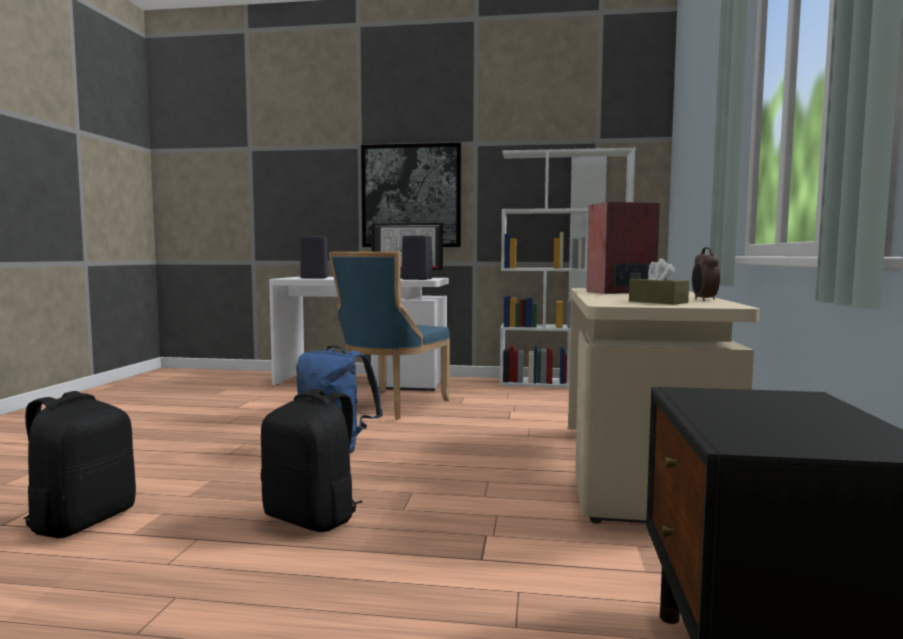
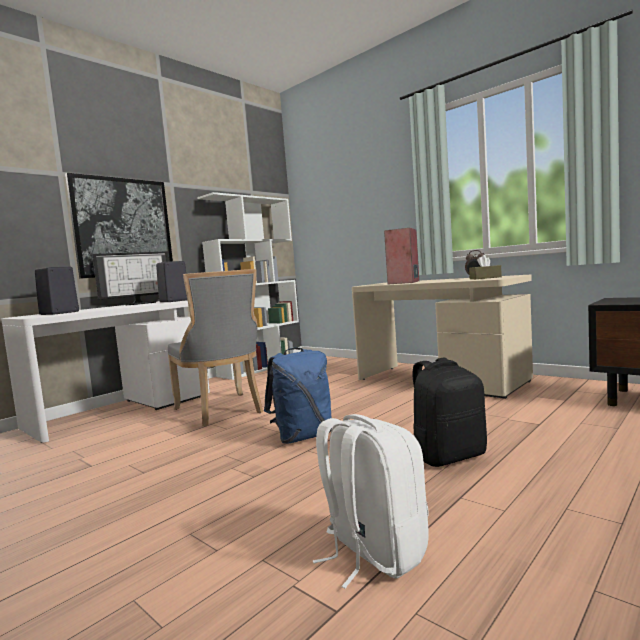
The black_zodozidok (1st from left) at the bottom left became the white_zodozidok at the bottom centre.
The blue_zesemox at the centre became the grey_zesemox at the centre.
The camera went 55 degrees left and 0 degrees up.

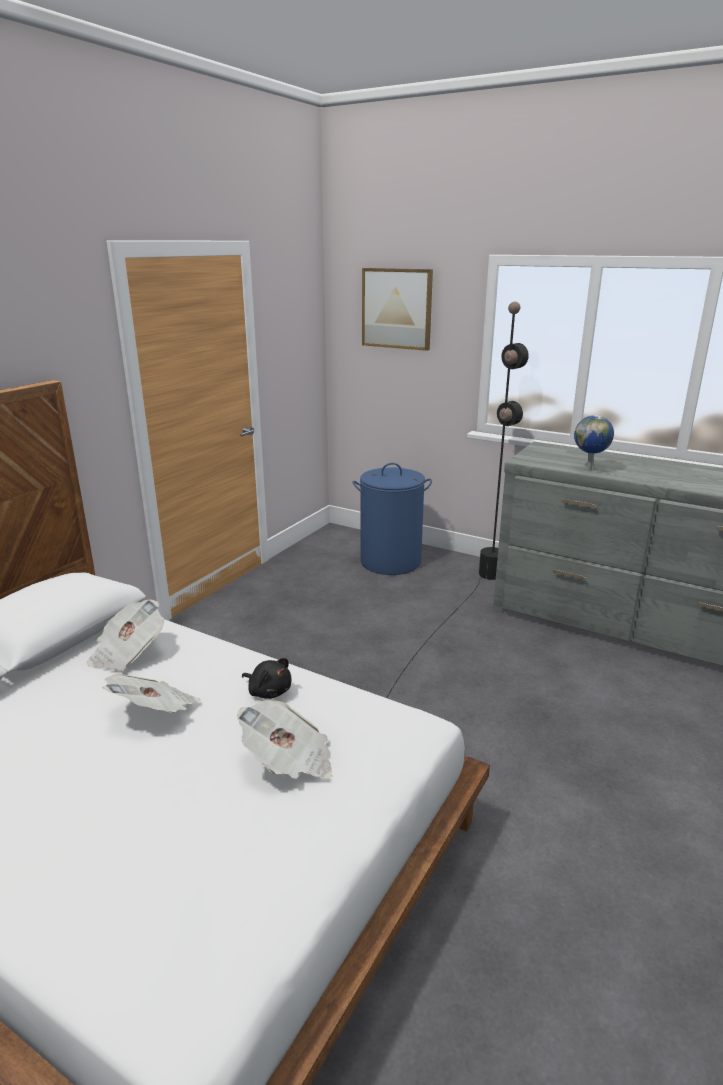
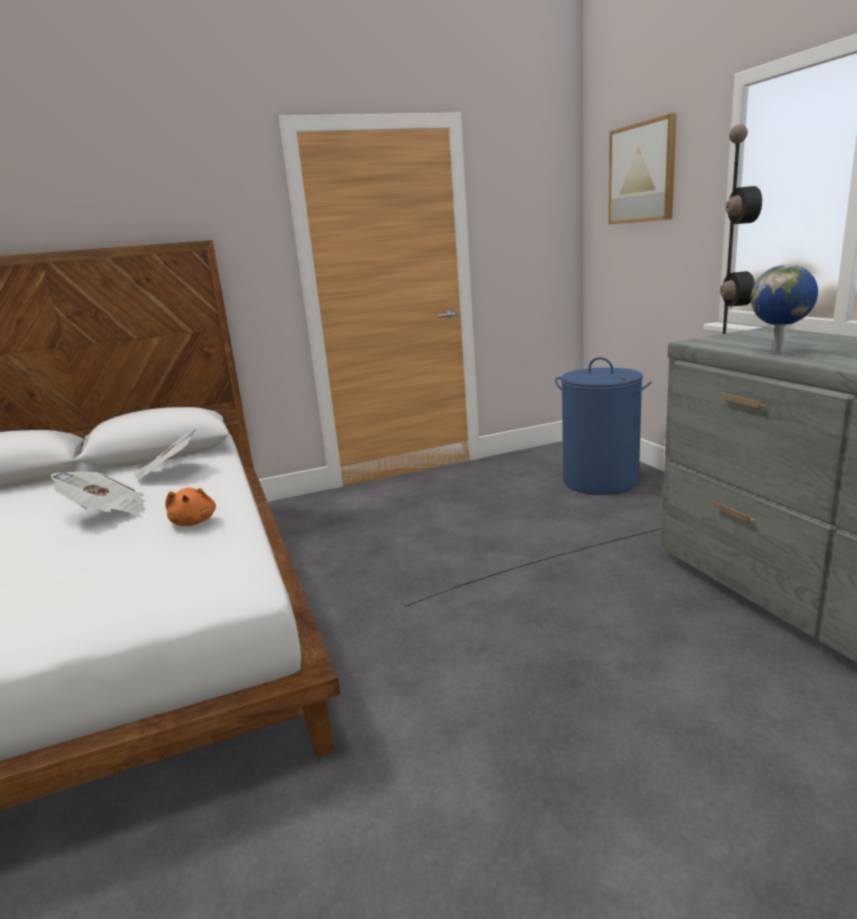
The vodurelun (3rd from left) at the bottom centre disappeared.
The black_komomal at the centre became the orange_komomal at the middle left.
The camera went 40 degrees right and 5 degrees down.

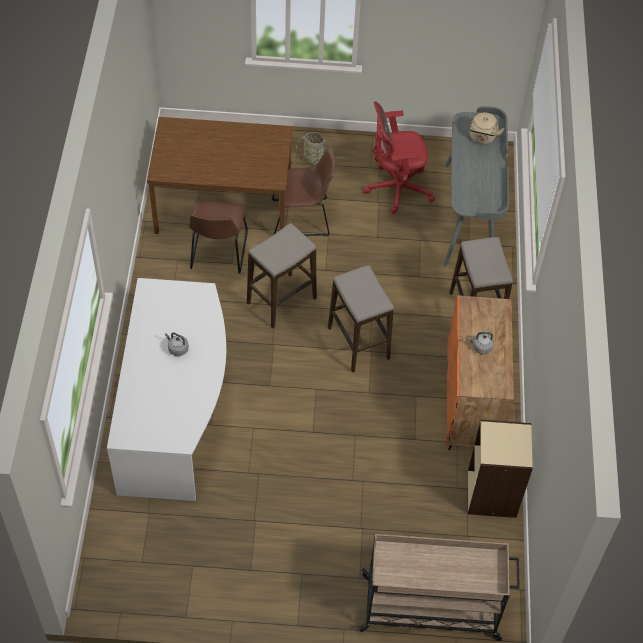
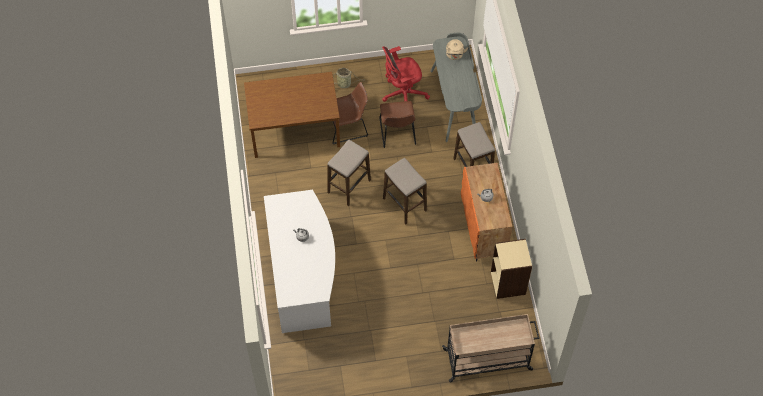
The brown_zesemox (1st from left in the first image) moved from the centre to the top centre.
The camera went 10 degrees left and 5 degrees up.

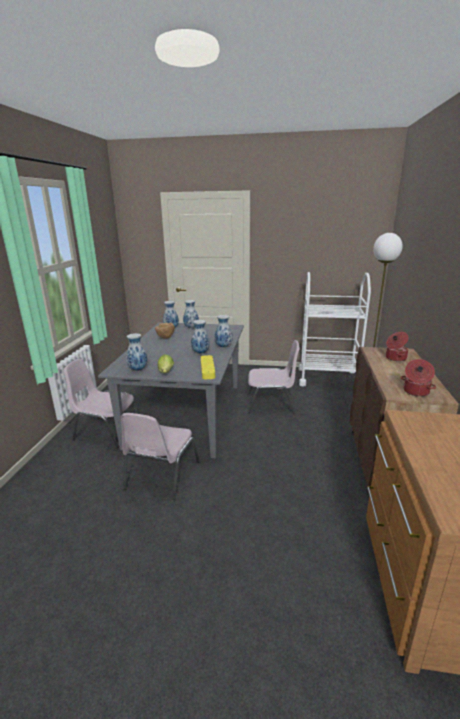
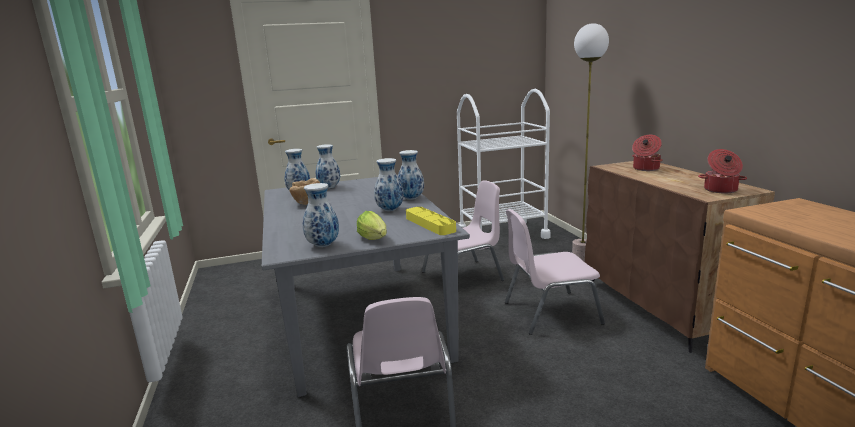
The pink_zesemox (1st from left in the first image) moved from the middle left to the centre.
The camera went 25 degrees left and 5 degrees down.

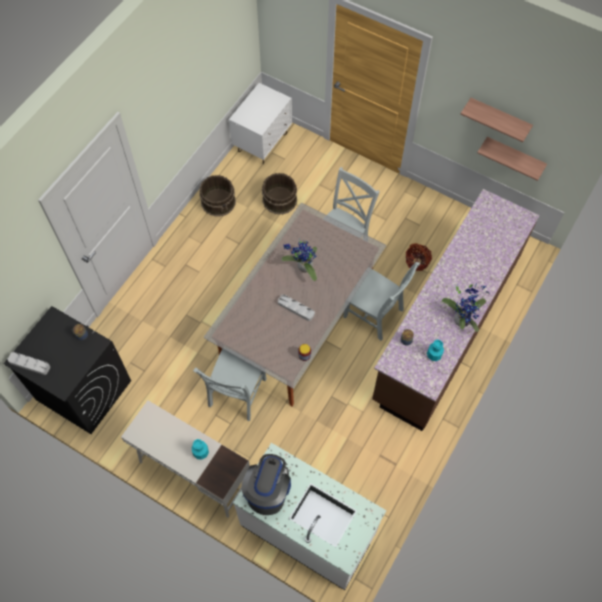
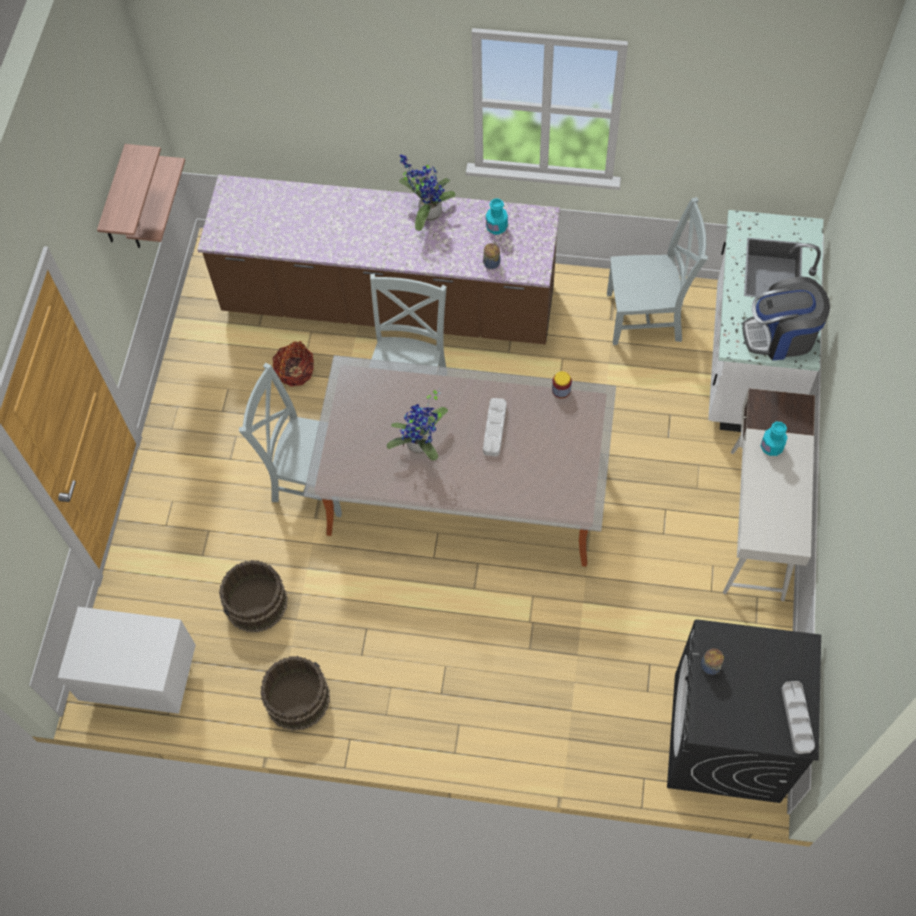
The grey_zesemox (1st from left in the first image) moved from the centre to the top right.
The camera went 110 degrees left and 0 degrees up.

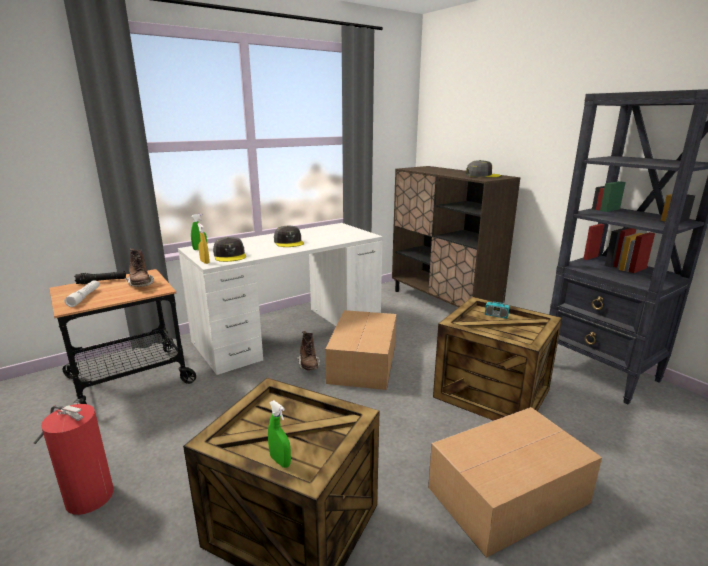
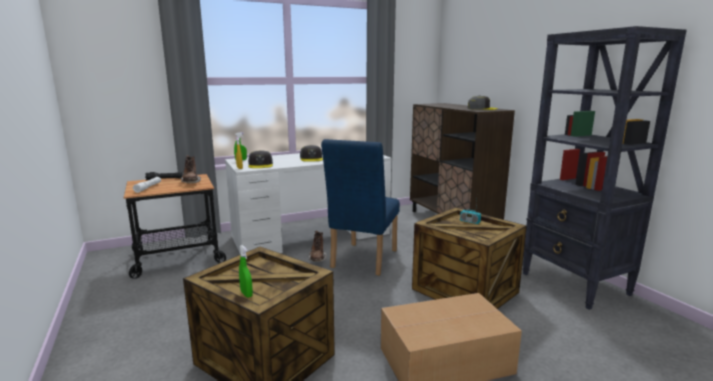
The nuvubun at the bottom left disappeared.
The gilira (1st from left) at the centre was replaced by the blue_zesemox at the centre.
The camera went 10 degrees right and 5 degrees down.

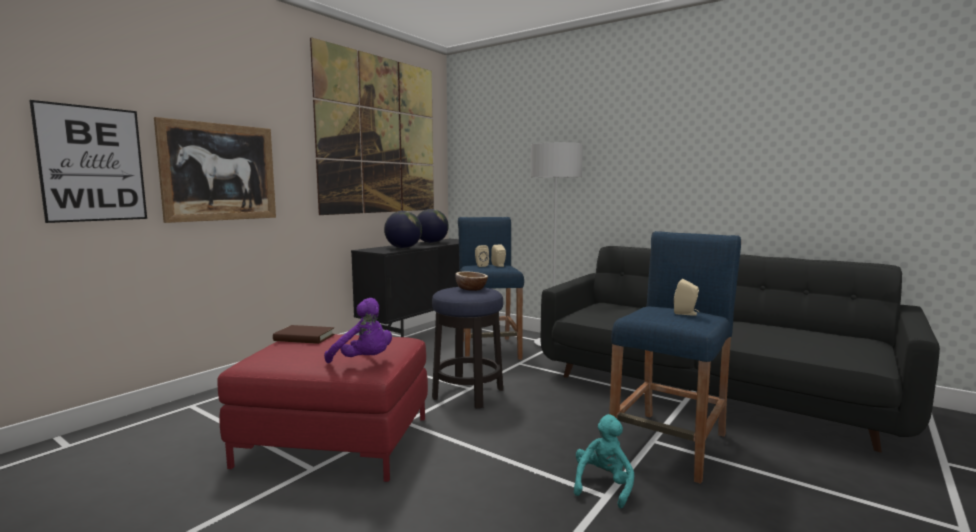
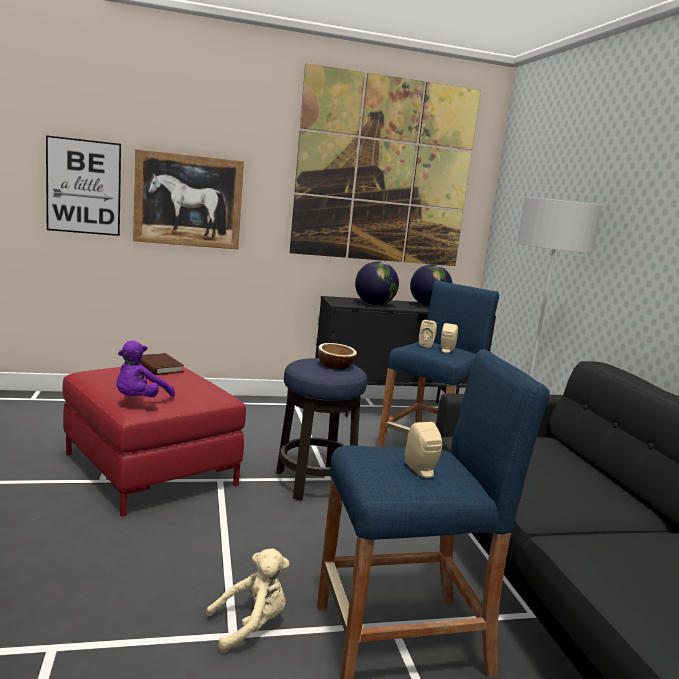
The turquoise_komomal at the bottom centre became the beige_komomal at the bottom centre.
The purple_komomal at the centre turned 45 degrees clockwise.
The camera went 40 degrees right and 5 degrees up.

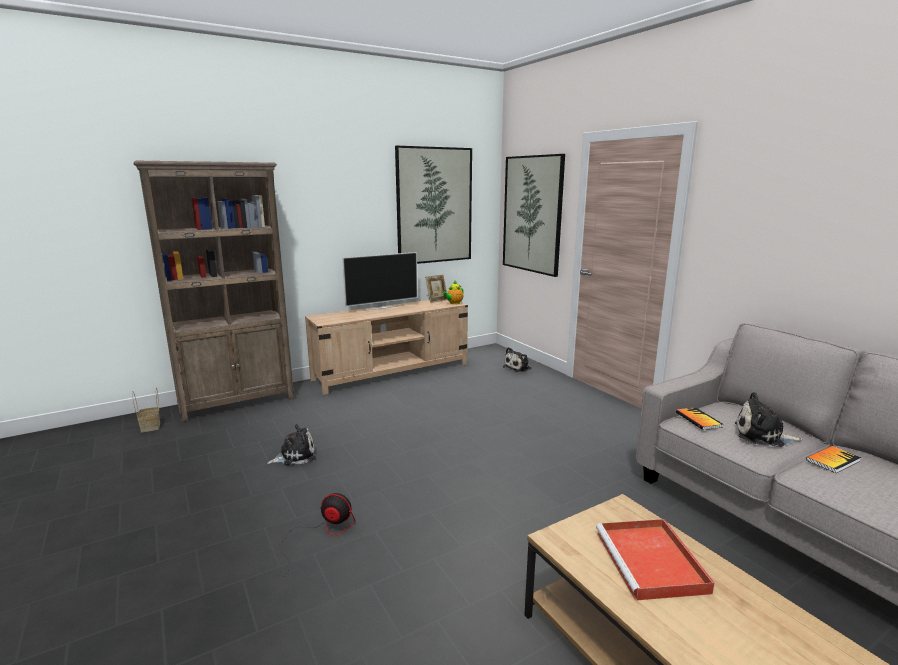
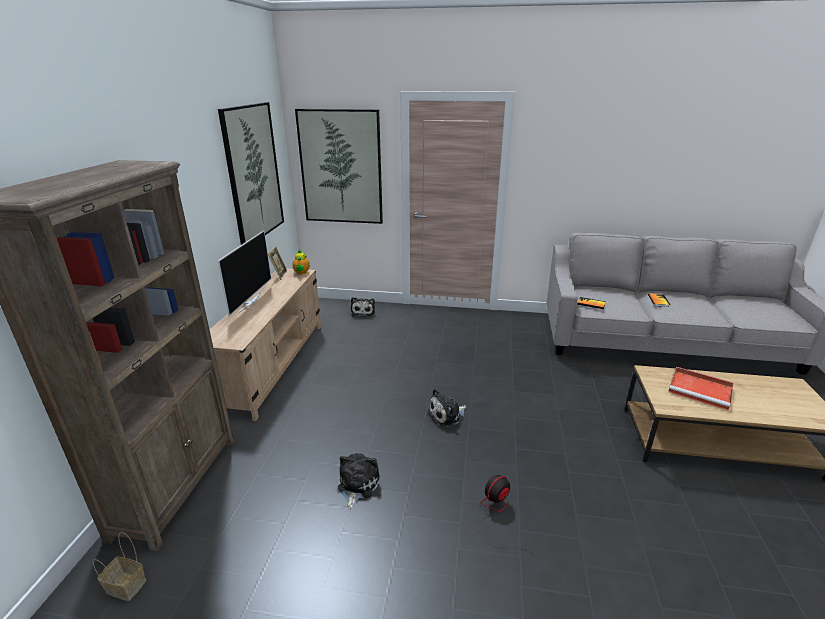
The komomal (3rd from left) moved from the middle right to the centre.
The camera went 50 degrees left and 10 degrees up.

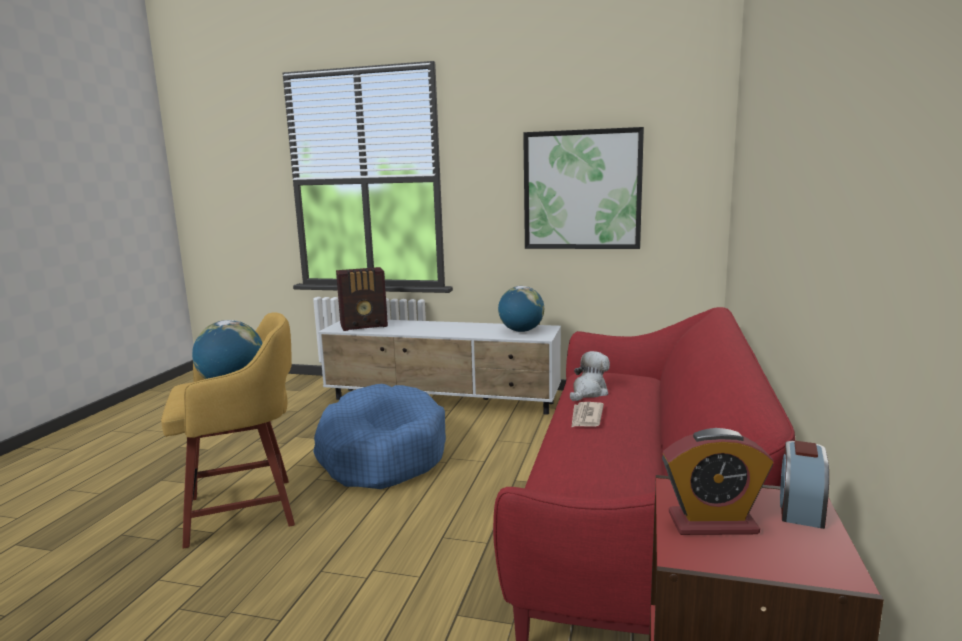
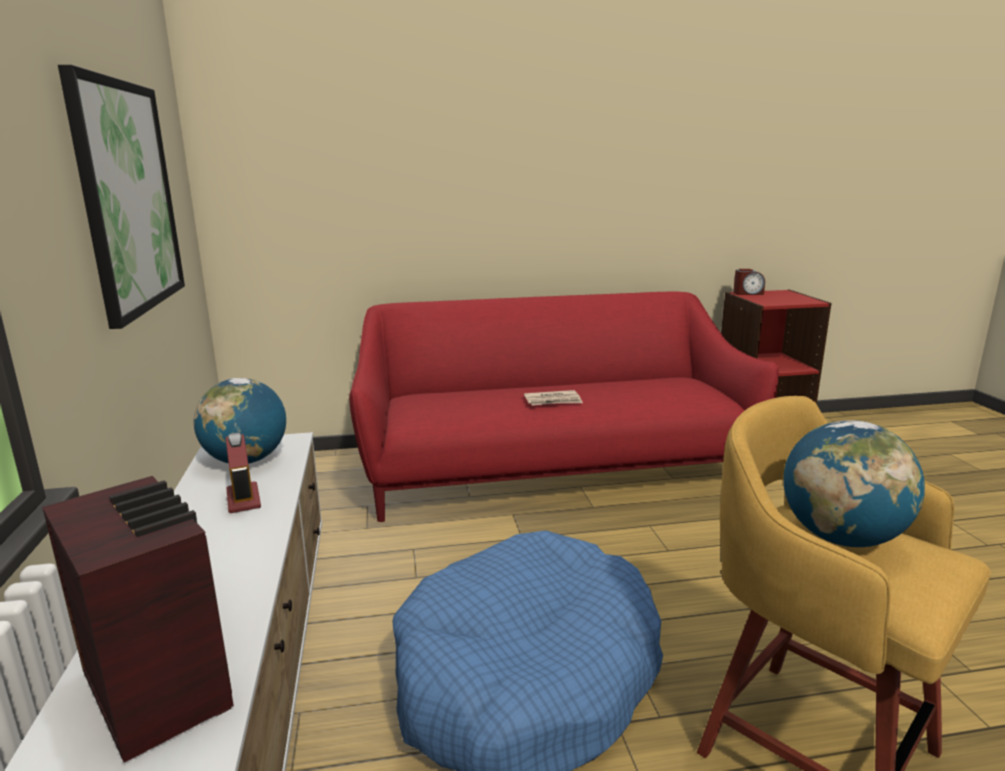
The komomal at the centre disappeared.
The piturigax (1st from left) moved from the bottom right to the middle left.
The camera went 115 degrees left and 5 degrees up.

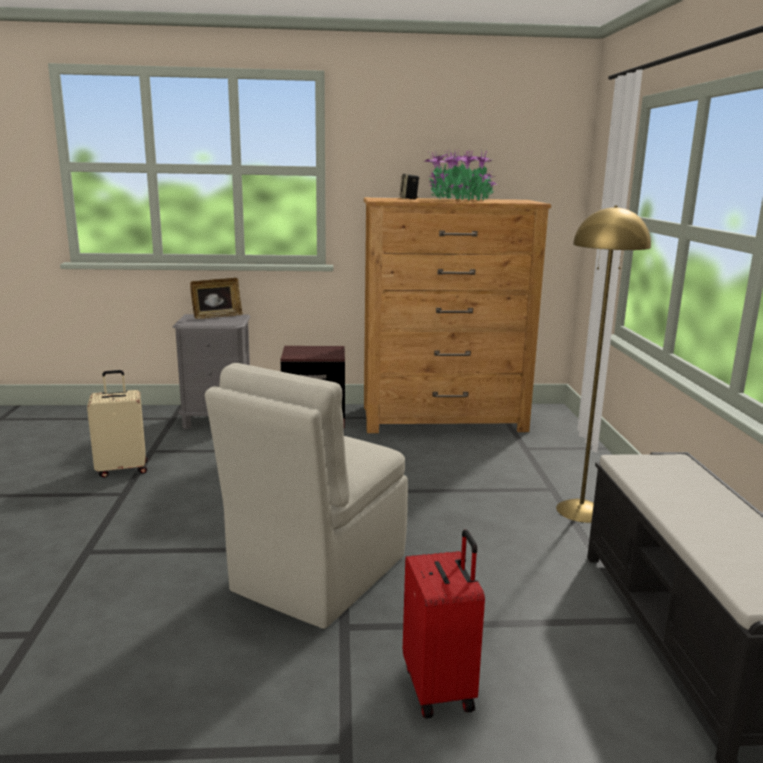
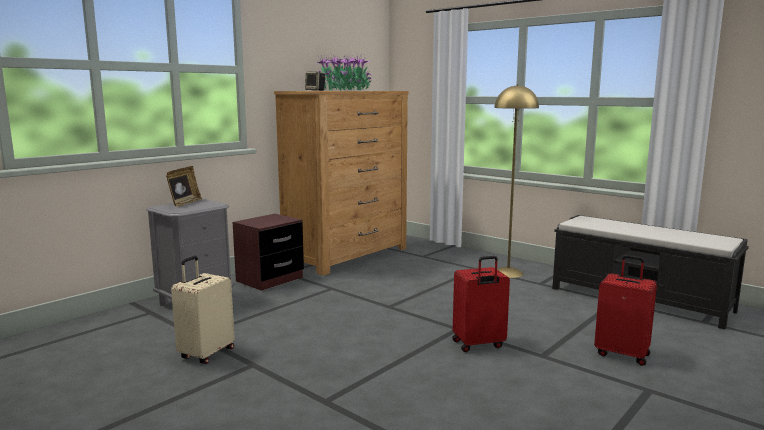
The beige_zesemox at the centre was replaced by the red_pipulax (1st from left) at the bottom centre.
The camera went 45 degrees left and 5 degrees down.

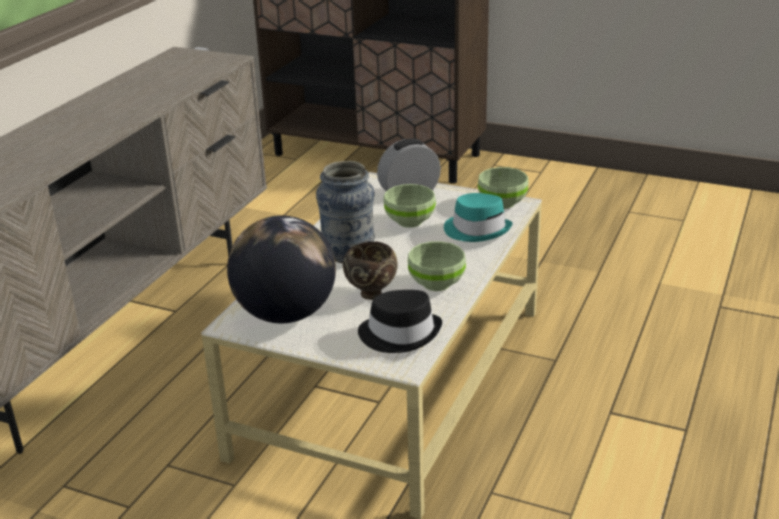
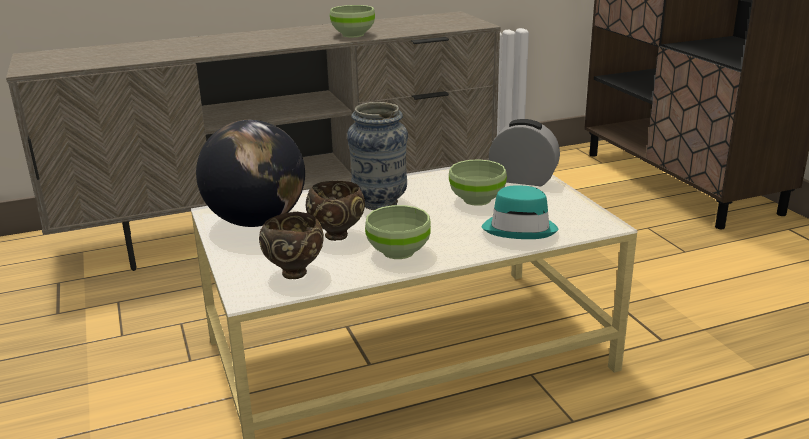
The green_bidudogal (3rd from left in the first image) moved from the centre to the top centre.
The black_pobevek at the centre was replaced by the brown_bidudogal (1st from left) at the centre.
The camera went 45 degrees right and 5 degrees down.

